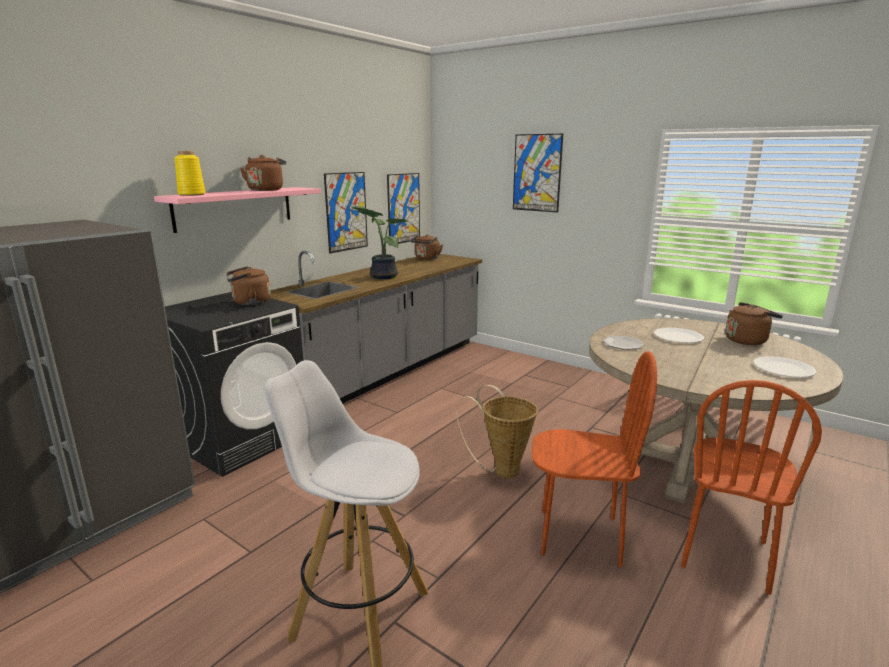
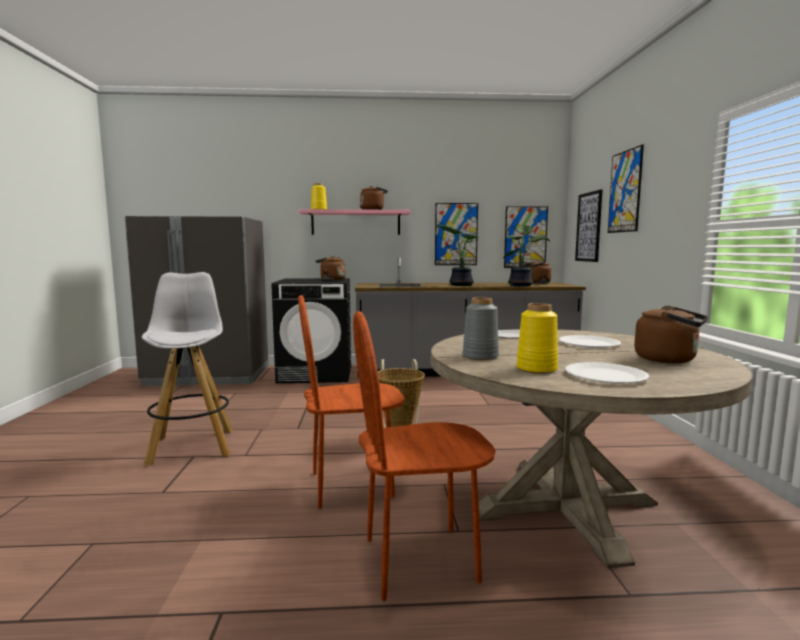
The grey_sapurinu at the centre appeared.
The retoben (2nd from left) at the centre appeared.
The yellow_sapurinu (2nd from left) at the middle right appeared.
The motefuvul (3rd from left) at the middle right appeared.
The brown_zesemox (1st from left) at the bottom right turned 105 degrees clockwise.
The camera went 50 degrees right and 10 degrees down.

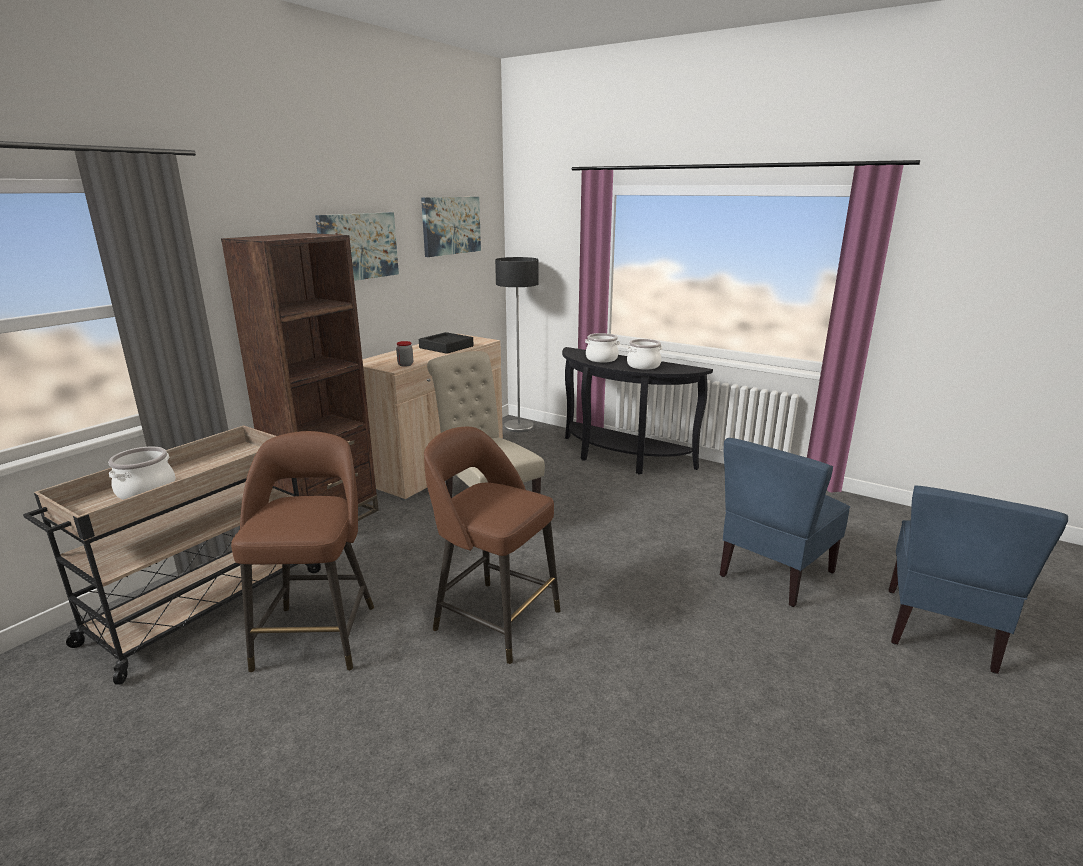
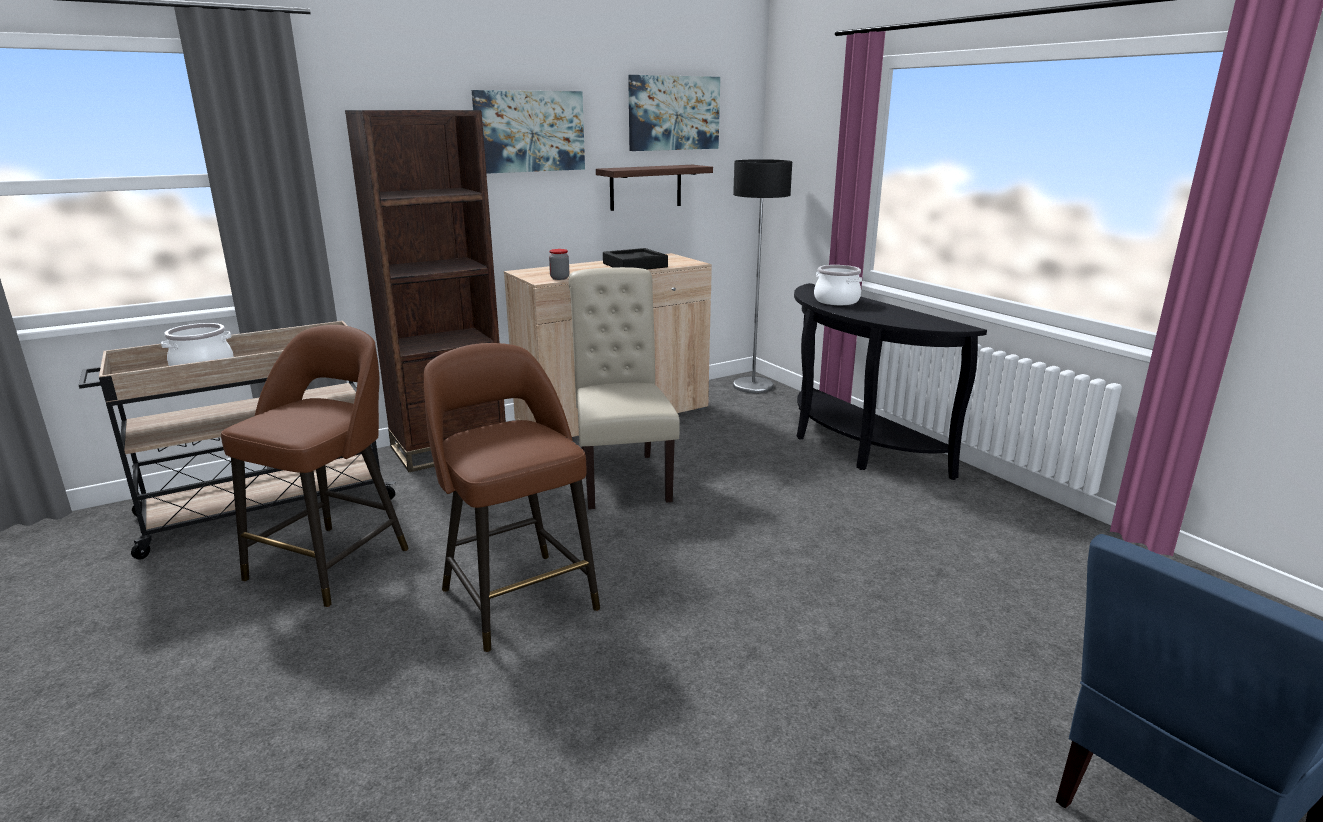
The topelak (3rd from left) at the centre disappeared.
The blue_zesemox (1st from left) at the middle right disappeared.
The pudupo at the top centre appeared.
The camera went 25 degrees right and 0 degrees up.

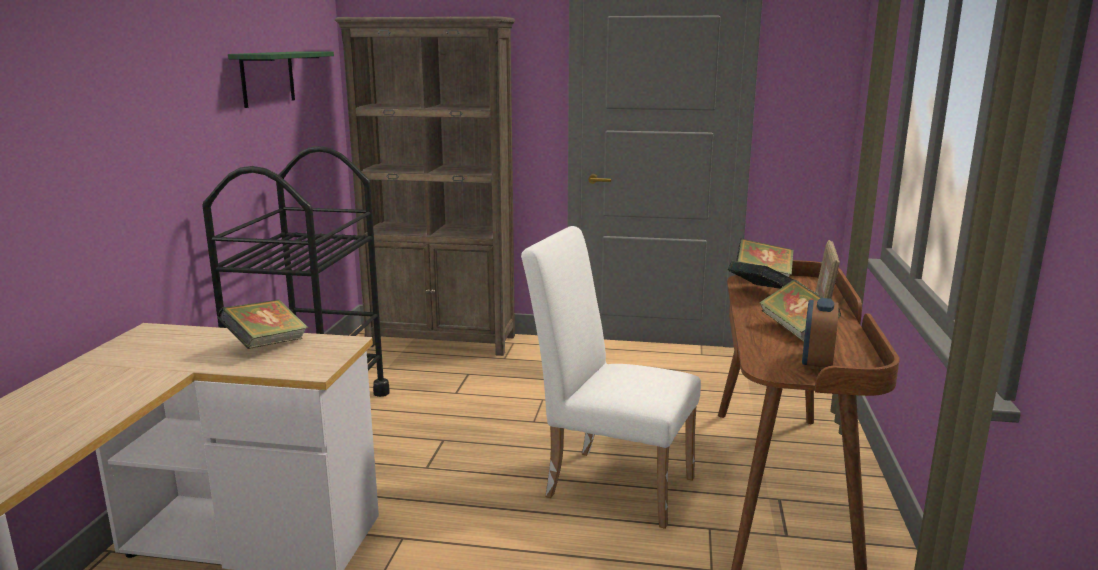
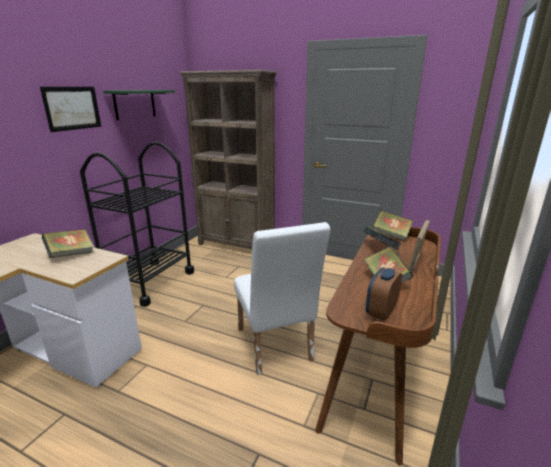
The motefuvul at the top left appeared.
The white_zesemox at the centre turned 150 degrees counterclockwise.
The camera went 15 degrees right and 5 degrees up.

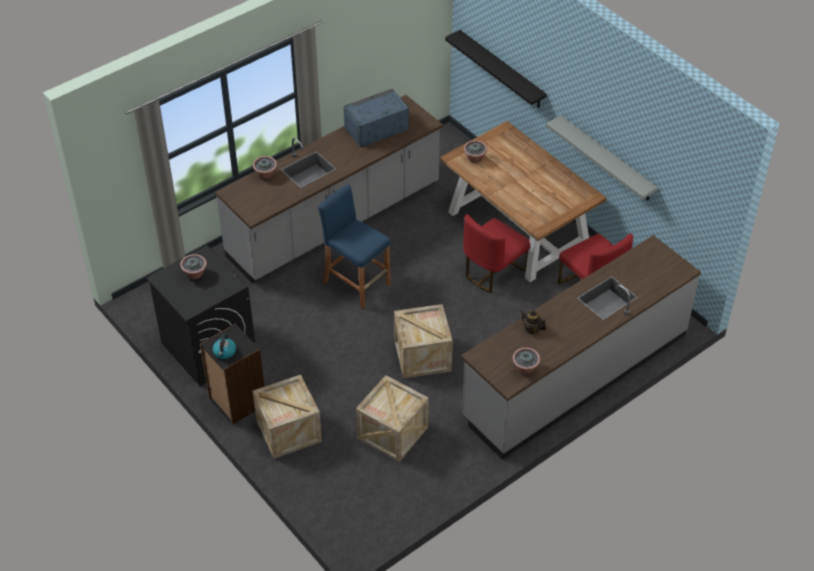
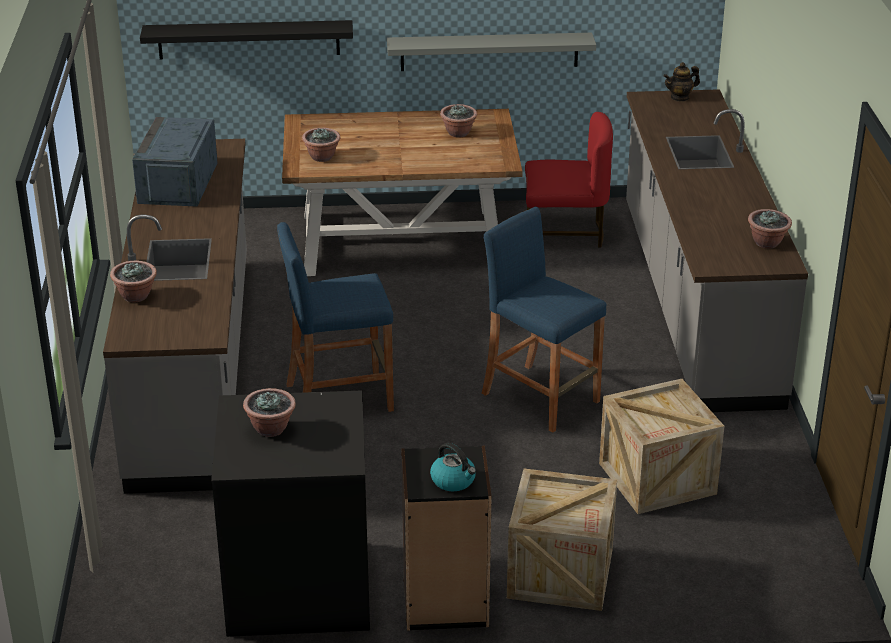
The red_zesemox (1st from left) at the centre disappeared.
The retoben (4th from left) at the top centre appeared.
The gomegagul moved from the centre to the top right.
The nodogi (3rd from left) at the centre was replaced by the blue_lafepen (2nd from left) at the centre.
The camera went 55 degrees left and 15 degrees down.

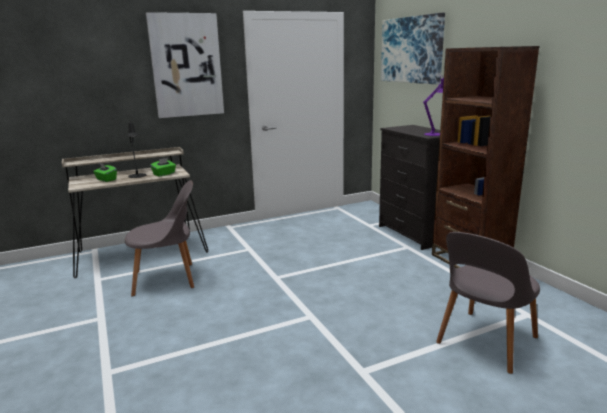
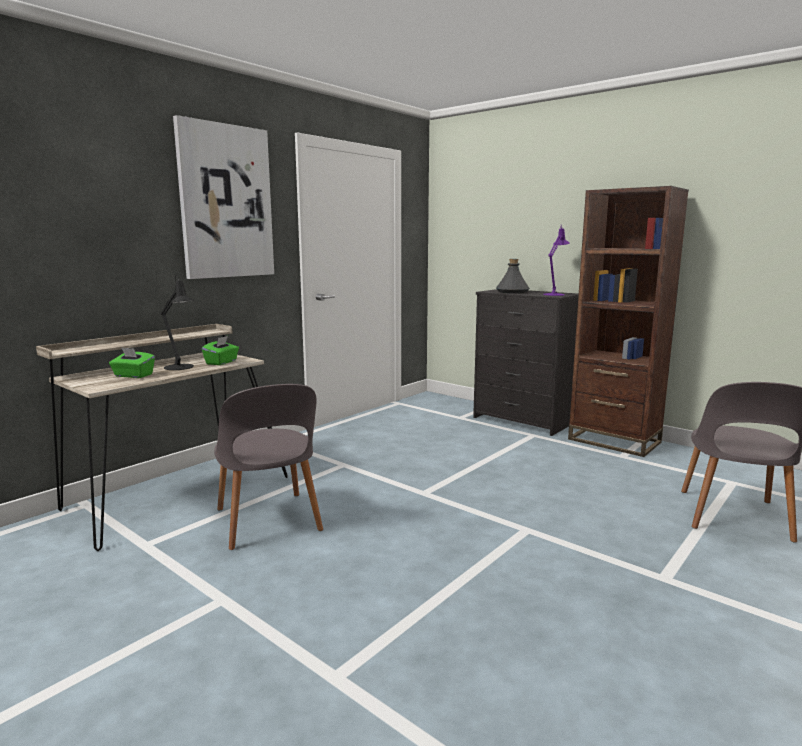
The motefuvul (2nd from left) at the top right disappeared.
The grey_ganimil at the centre appeared.
The grey_zesemox (1st from left) at the middle left turned 105 degrees clockwise.
The camera went 25 degrees left and 5 degrees down.

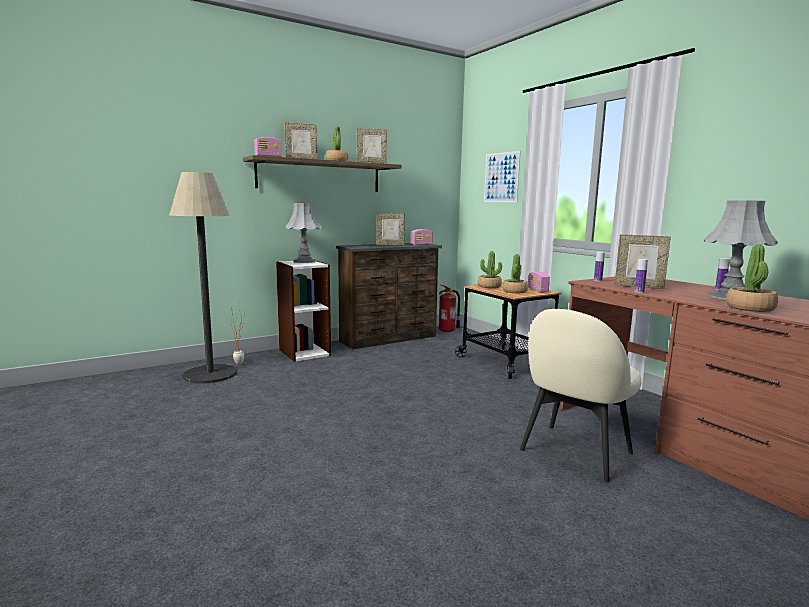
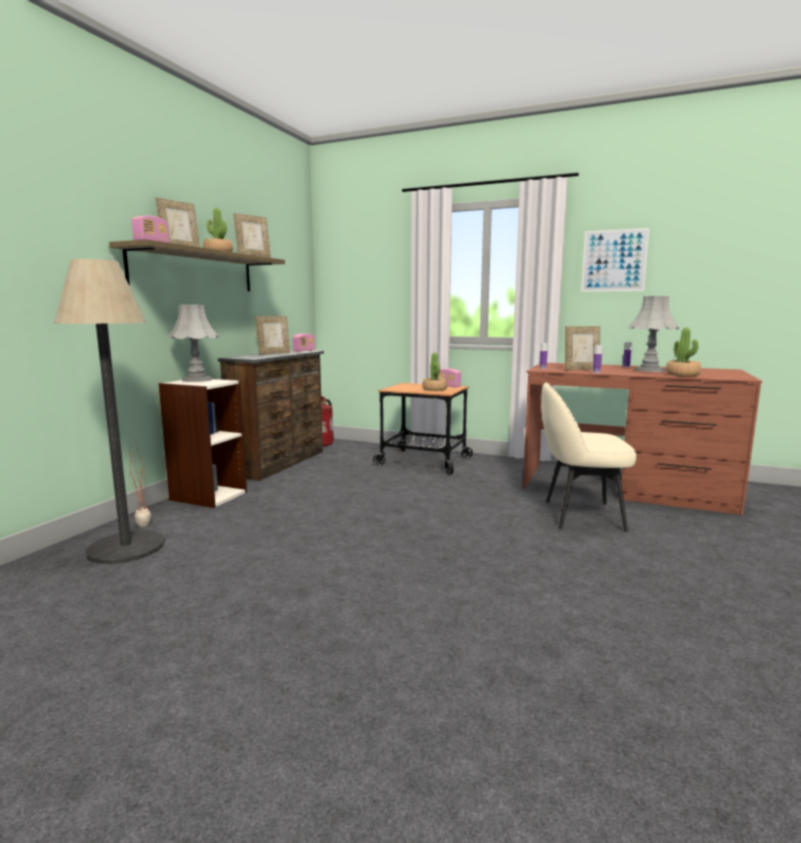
The retoben (3rd from left) at the centre disappeared.
The motefuvul moved from the top centre to the top right.
The beige_zesemox at the middle right turned 90 degrees clockwise.
The camera went 35 degrees left and 0 degrees up.

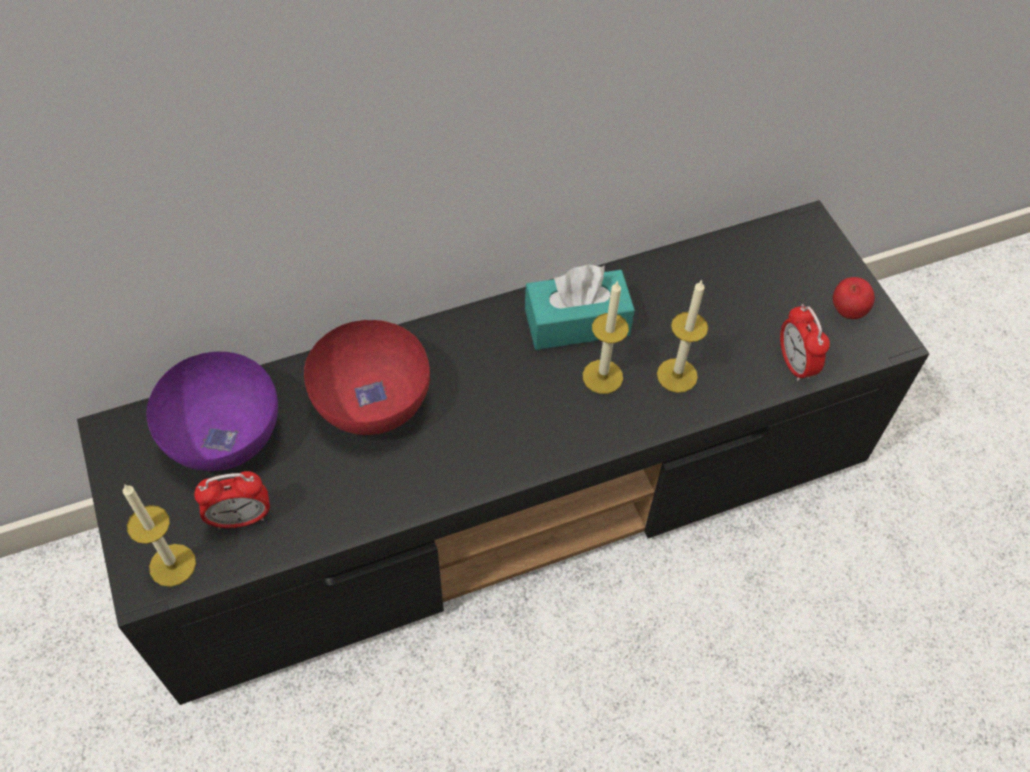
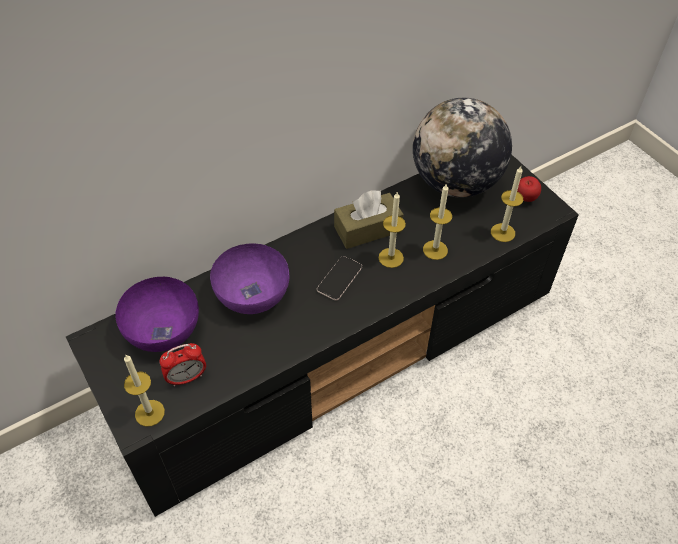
The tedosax at the centre appeared.
The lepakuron at the top right appeared.
The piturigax (2nd from left) at the middle right was replaced by the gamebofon (4th from left) at the middle right.
The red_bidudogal at the centre became the purple_bidudogal (2nd from left) at the centre.
The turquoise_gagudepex at the centre became the brown_gagudepex at the centre.
The camera went 10 degrees left and 5 degrees down.

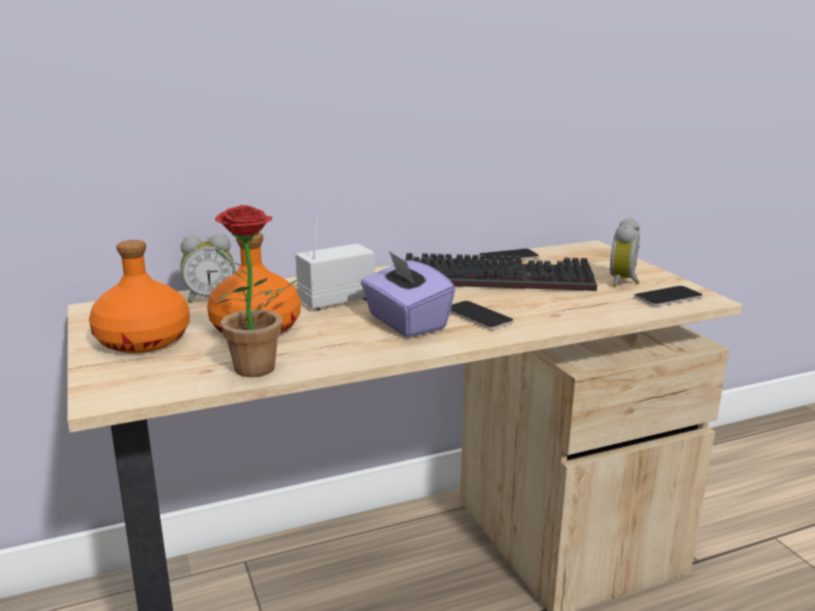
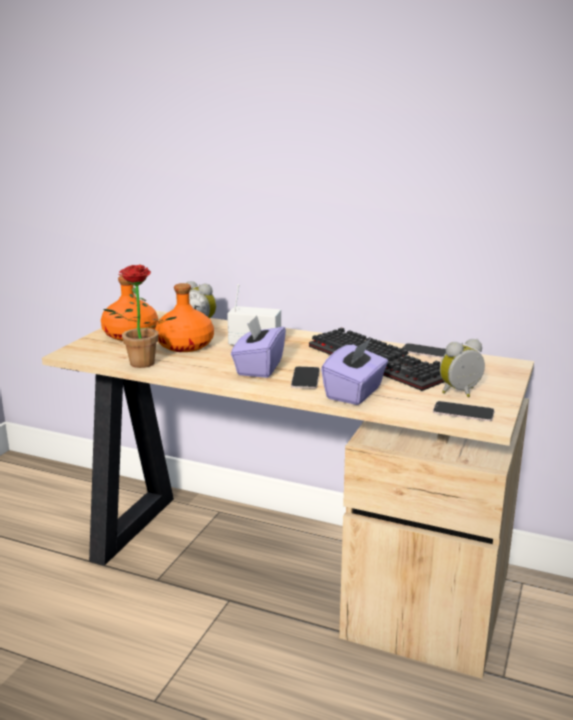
The purple_gagudepex (2nd from left) at the centre appeared.
The camera went 45 degrees right and 0 degrees up.

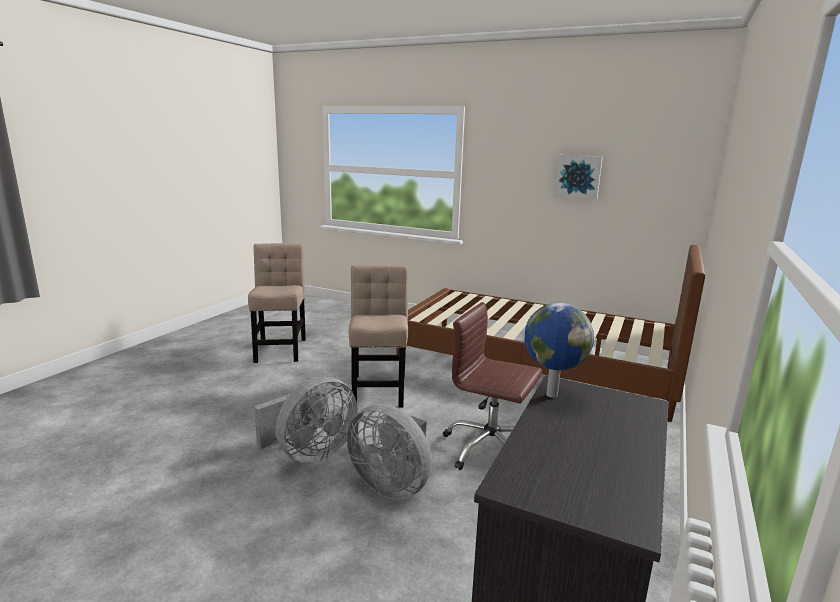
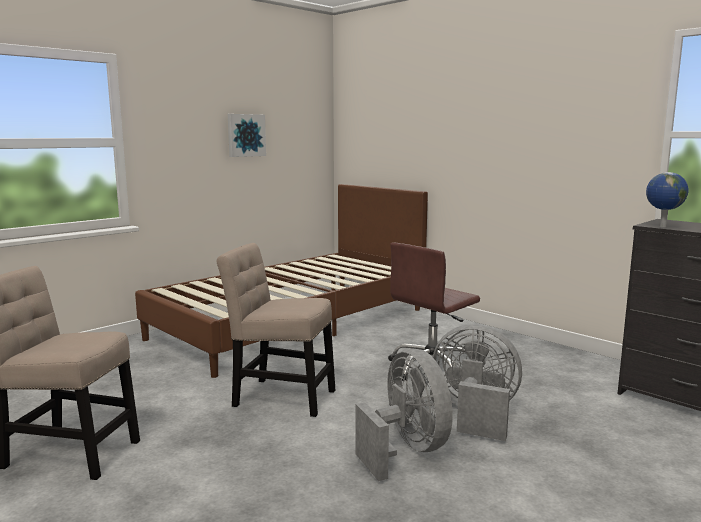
The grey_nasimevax (2nd from left) at the bottom centre turned 120 degrees counterclockwise.
The camera went 70 degrees left and 5 degrees down.

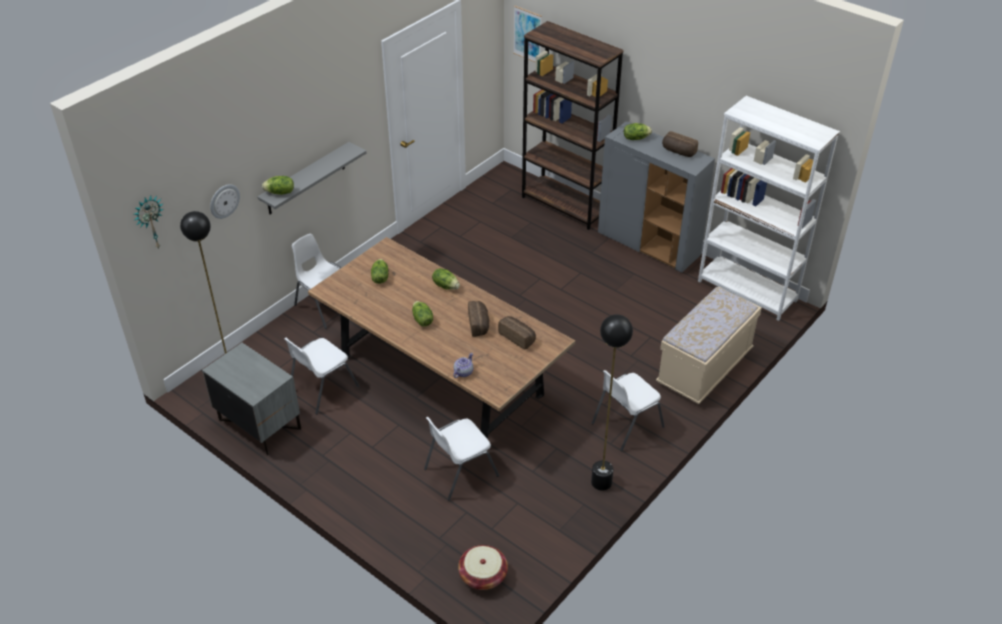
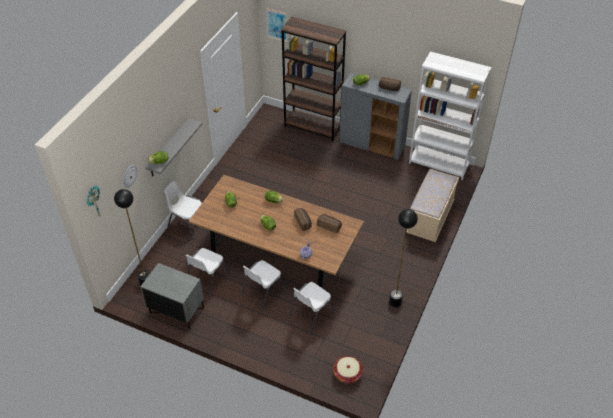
The white_zesemox (4th from left in the first image) moved from the centre to the bottom centre.
The camera went 15 degrees left and 5 degrees up.

